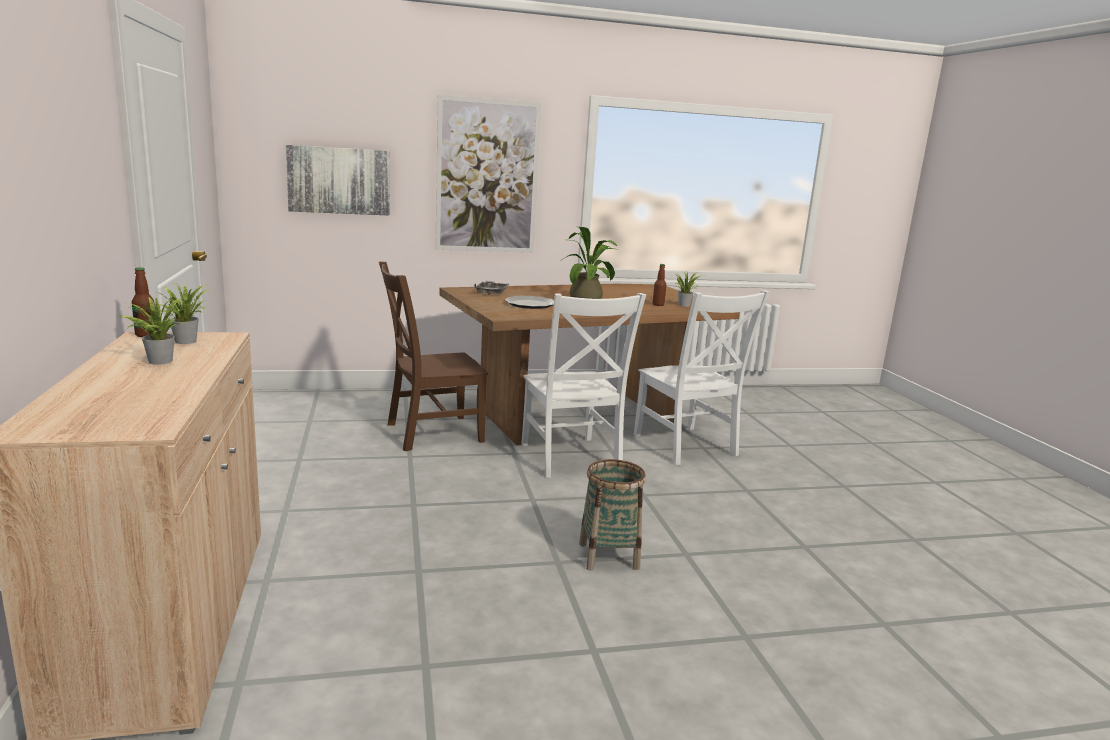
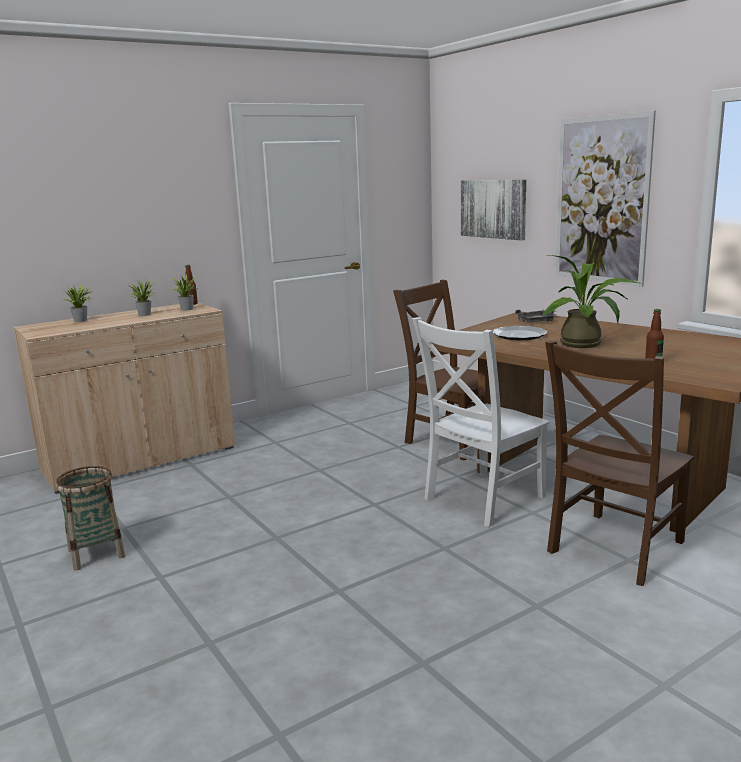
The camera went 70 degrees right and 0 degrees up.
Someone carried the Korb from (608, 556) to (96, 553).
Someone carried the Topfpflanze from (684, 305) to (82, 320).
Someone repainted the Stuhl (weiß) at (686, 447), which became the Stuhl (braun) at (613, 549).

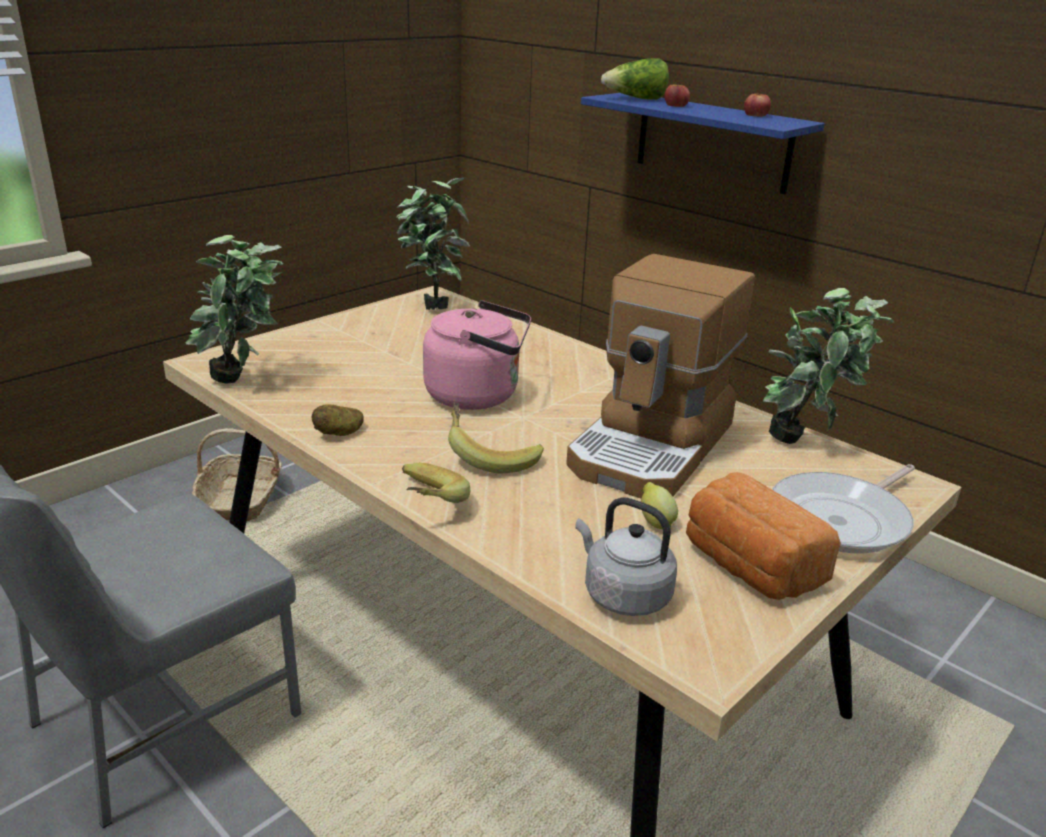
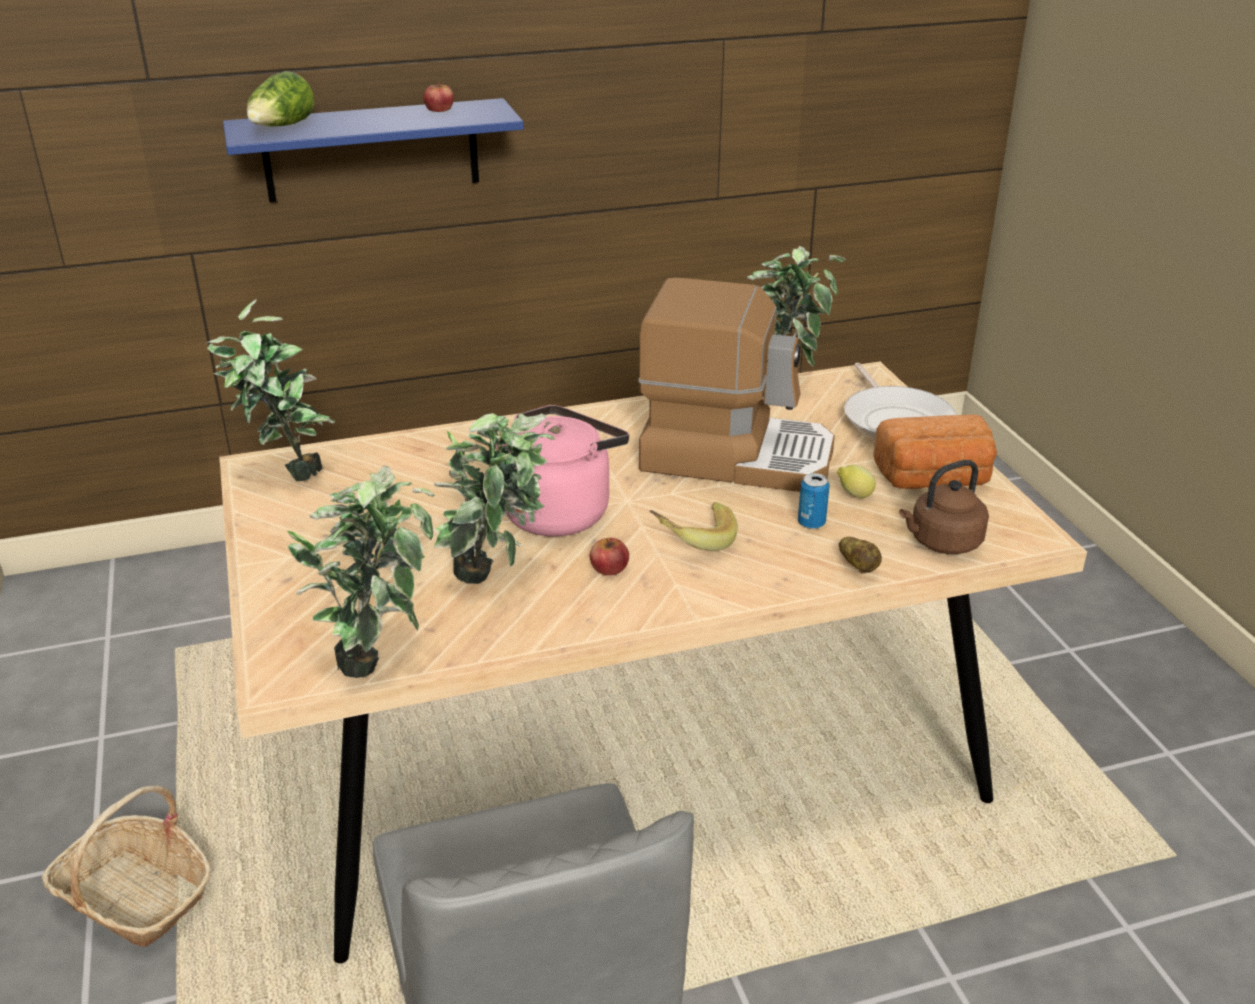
The camera went 60 degrees left and 5 degrees up.
Someone put down the Topfpflanze at (497, 577).
Someone carried the Apfel from (676, 105) to (609, 568).
Someone rotated the Kaffeemaschine at (653, 446) by 45 degrees counterclockwise.
Someone put down the Dose at (811, 523).
Someone carried the Kartoffel from (339, 433) to (858, 567).
Someone repainted the Wasserkessel (grau) at (622, 594), which became the Wasserkessel (braun) at (942, 542).
Someone took away the Banane at (423, 505).

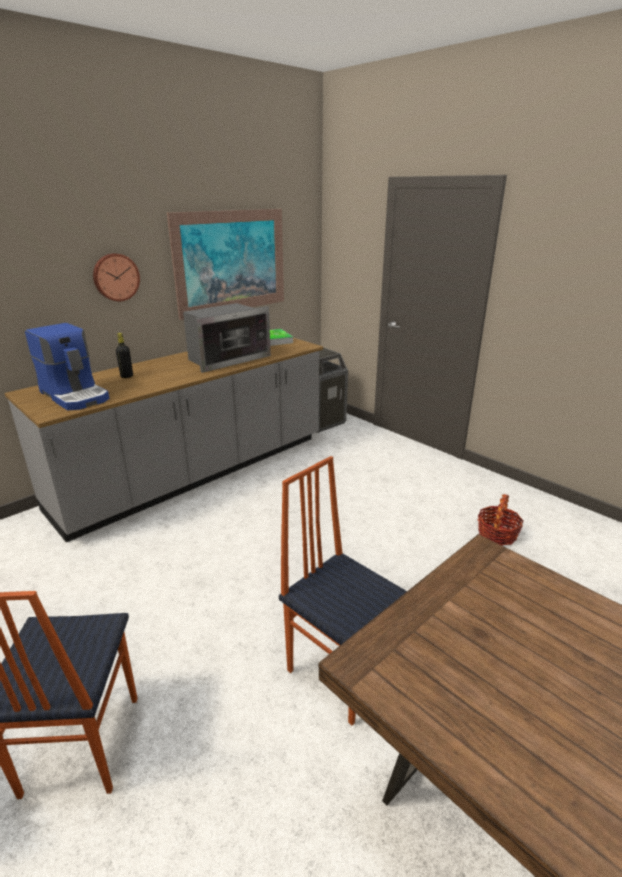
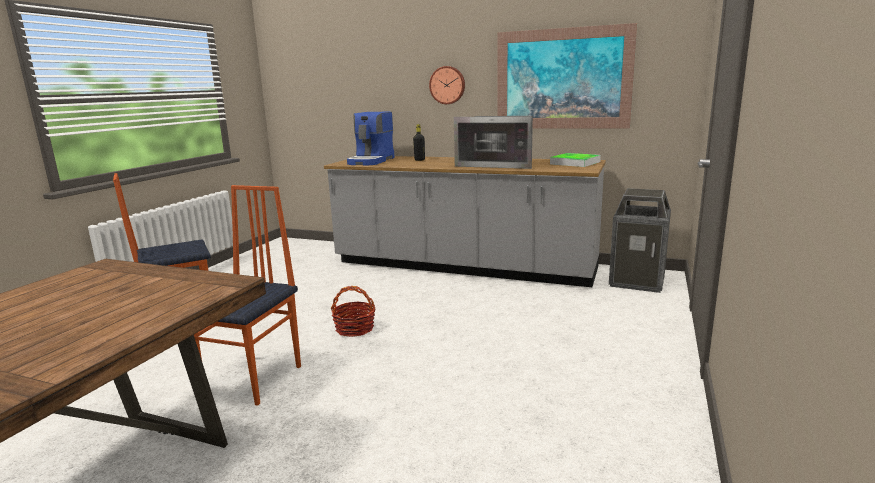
The camera went 65 degrees right and 10 degrees down.
Someone carried the Korb from (497, 534) to (355, 329).

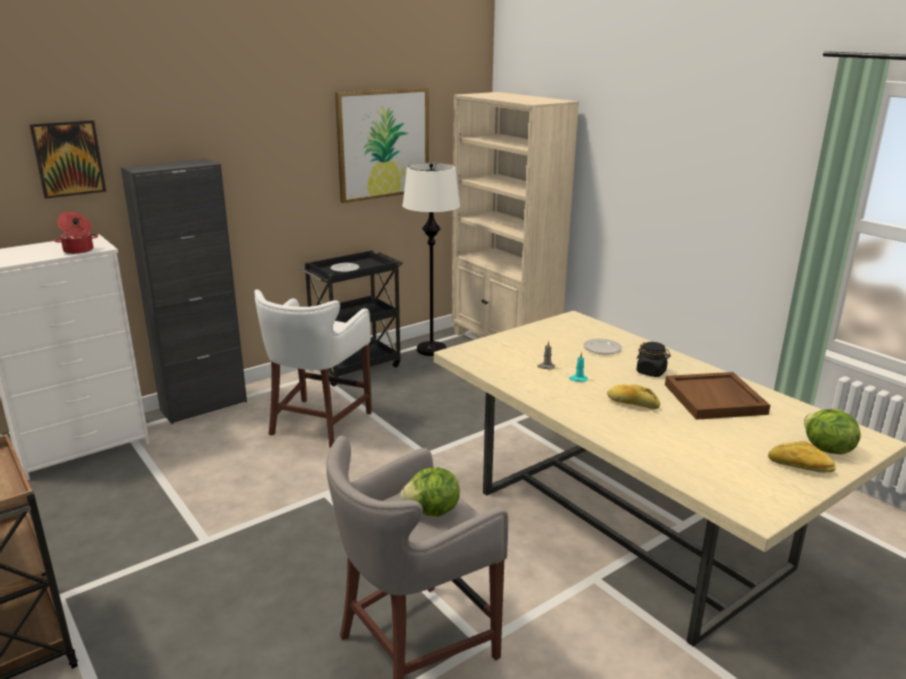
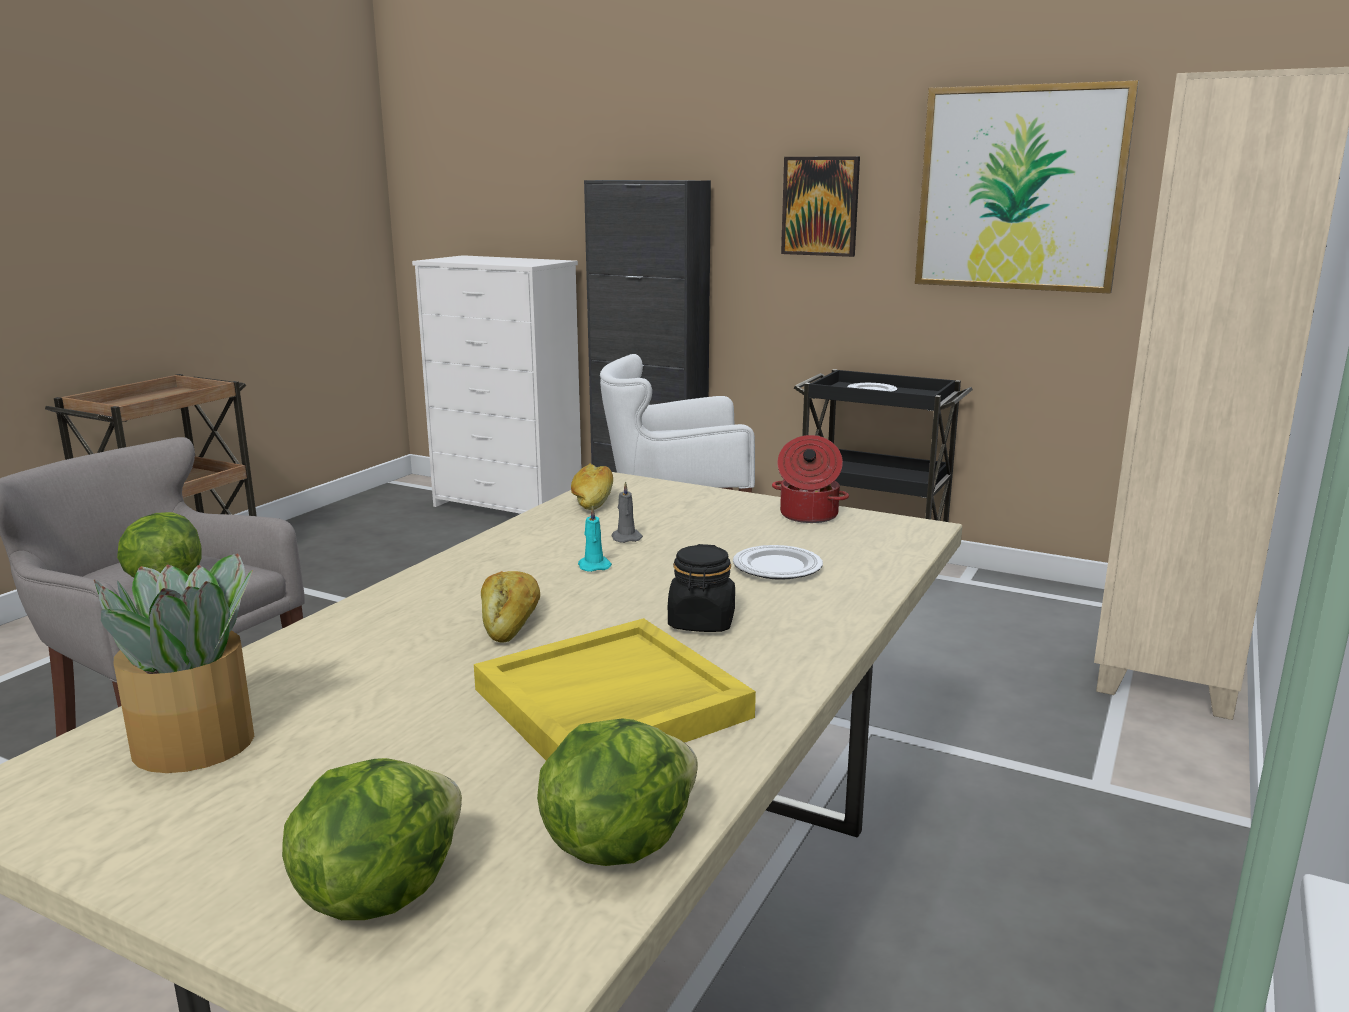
The camera went 65 degrees right and 5 degrees down.
Someone put down the Topfpflanze at (197, 744).
Someone repainted the Tablett (braun) at (715, 399), which became the Tablett (gelb) at (610, 704).
Someone put down the Salatkopf at (617, 842).
Someone carried the Brot from (799, 466) to (592, 501).
Someone carried the Kochtopf from (78, 250) to (808, 515).
Someone carried the Bild from (68, 158) to (820, 206).
Someone took away the Stehlampe (weiß) at (431, 349).

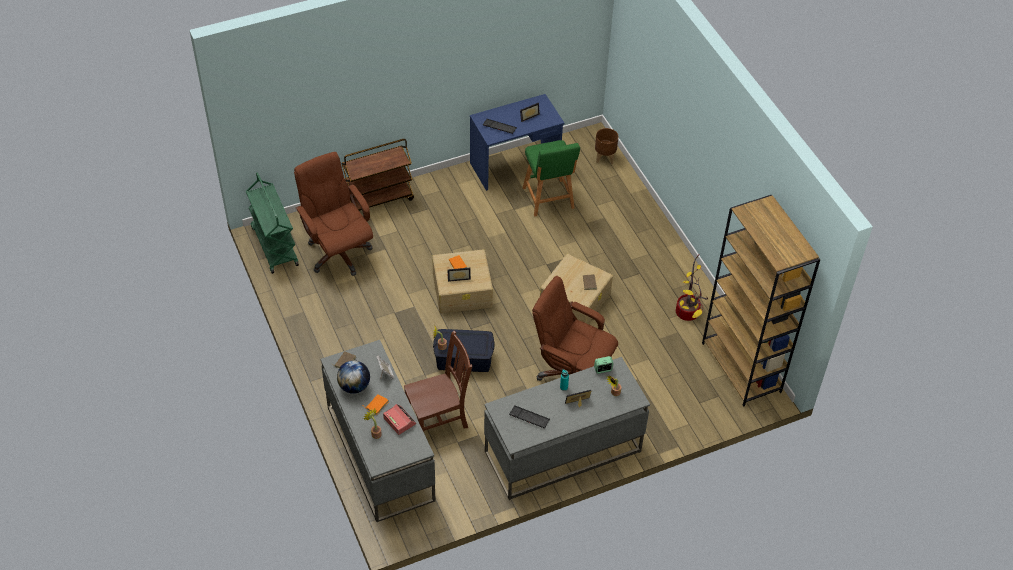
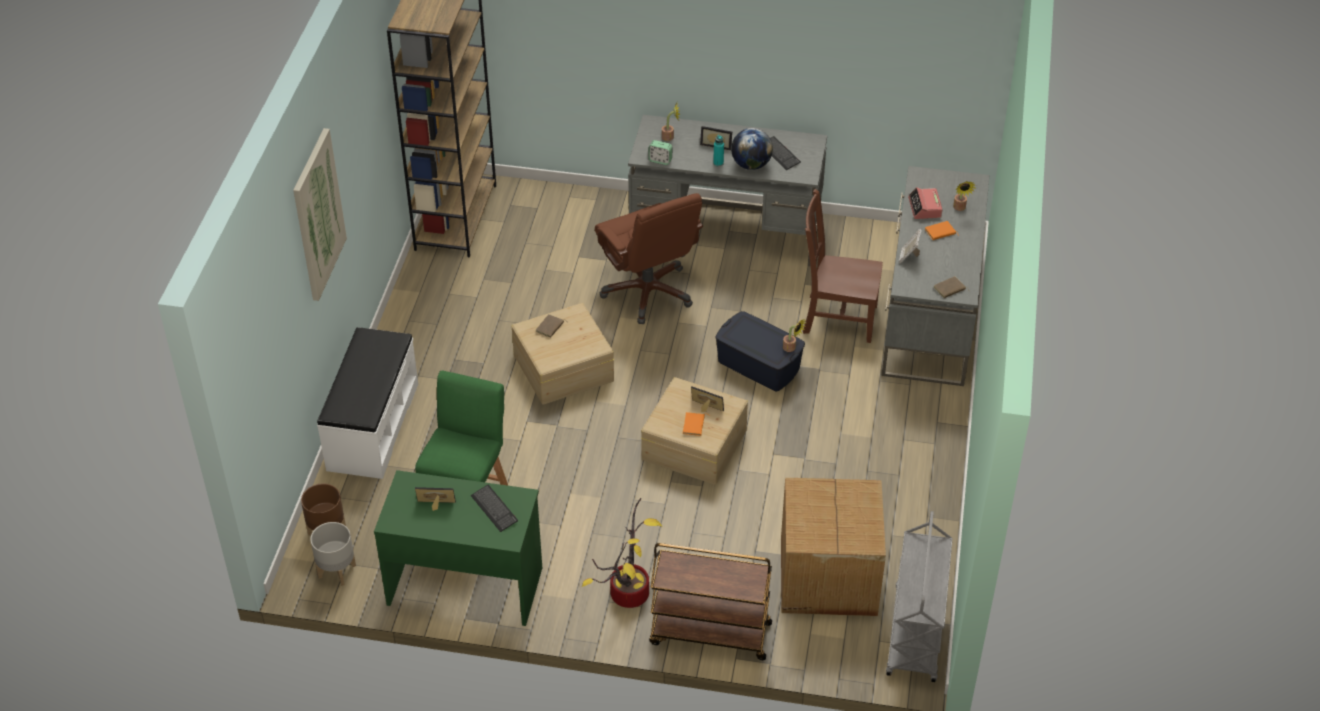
The camera went 145 degrees left and 5 degrees down.
Someone put up the Bild at (318, 215).
Someone put down the Pflanzkübel (grau) at (336, 571).
Someone put down the Bank (weiß) at (372, 426).
Someone repainted the Schreibtisch (blau) at (515, 166), which became the Schreibtisch (grün) at (465, 585).
Someone carried the Topfpflanze from (689, 313) to (628, 590).
Someone carried the Globus from (354, 386) to (751, 165).
Someone swapped the Bürostuhl (braun) at (338, 253) for the Karton at (826, 577).
Someone repainted the Rollwagen (grün) at (274, 246), which became the Rollwagen (grau) at (915, 635).

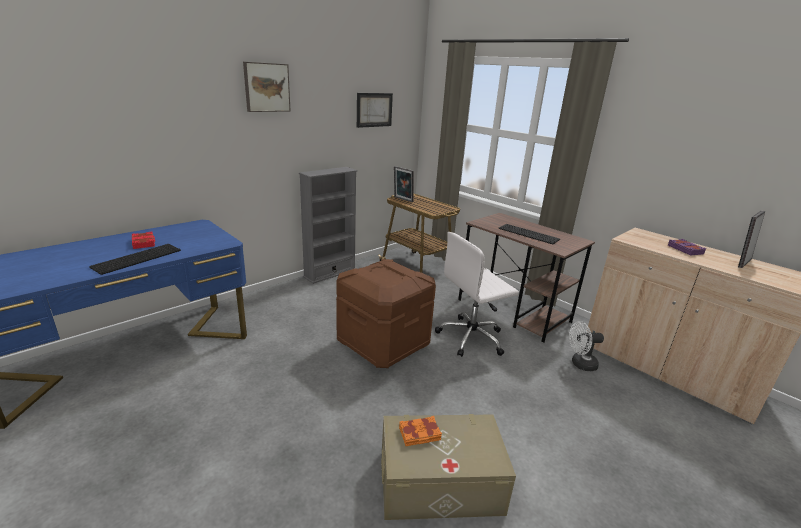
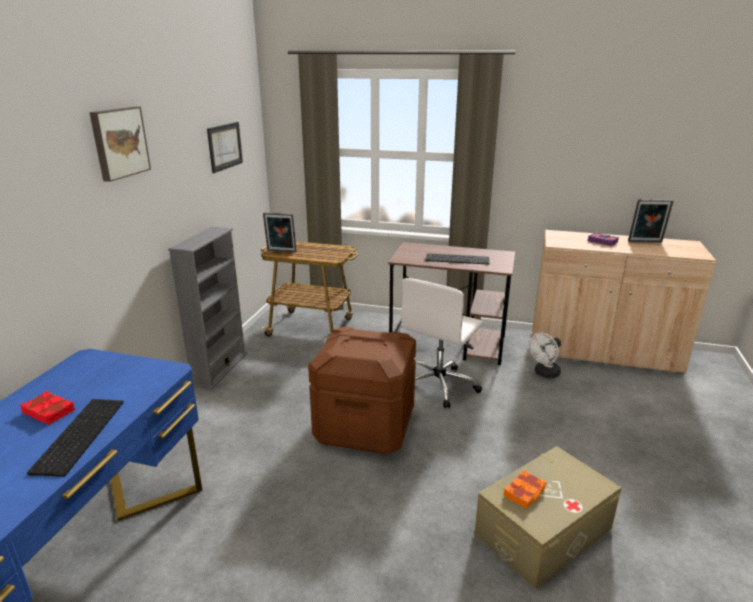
The camera went 30 degrees left and 0 degrees up.
Someone rotated the Bilderrahmen at (741, 262) by 105 degrees counterclockwise.

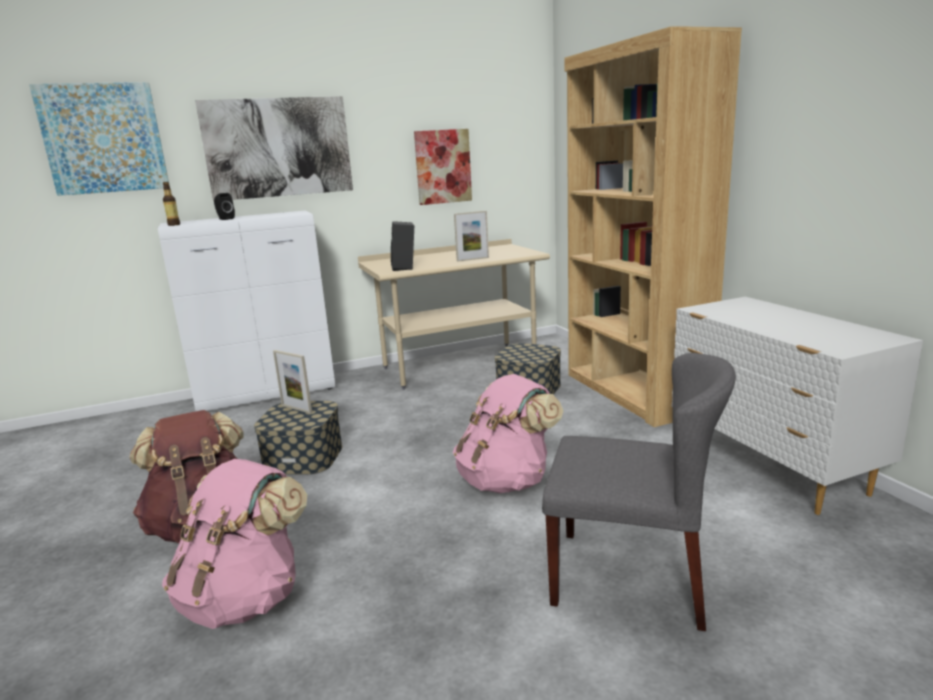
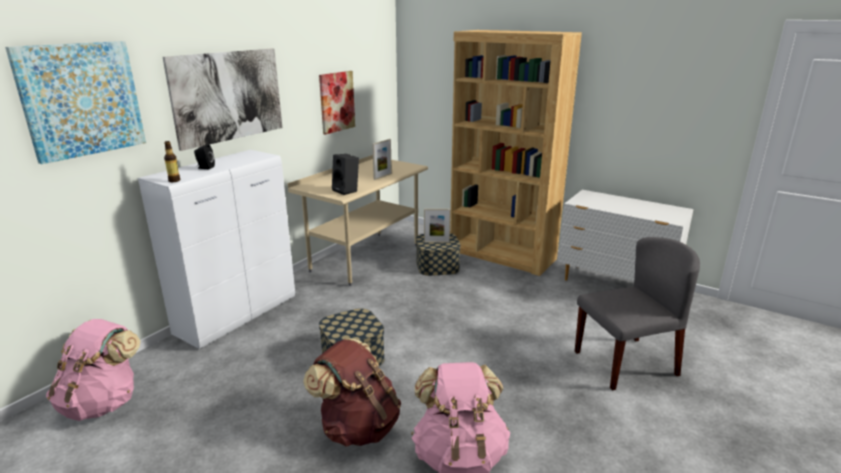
The camera went 35 degrees left and 5 degrees up.
Someone carried the Rucksack (rosa) from (507, 480) to (103, 403).
Someone carried the Bilderrahmen from (296, 409) to (436, 242).

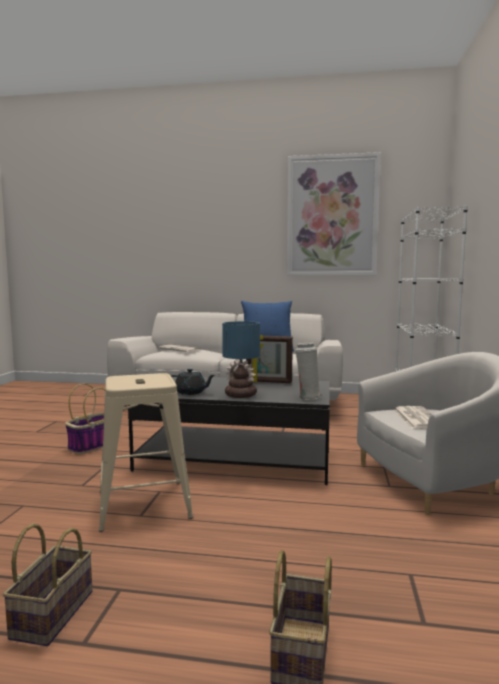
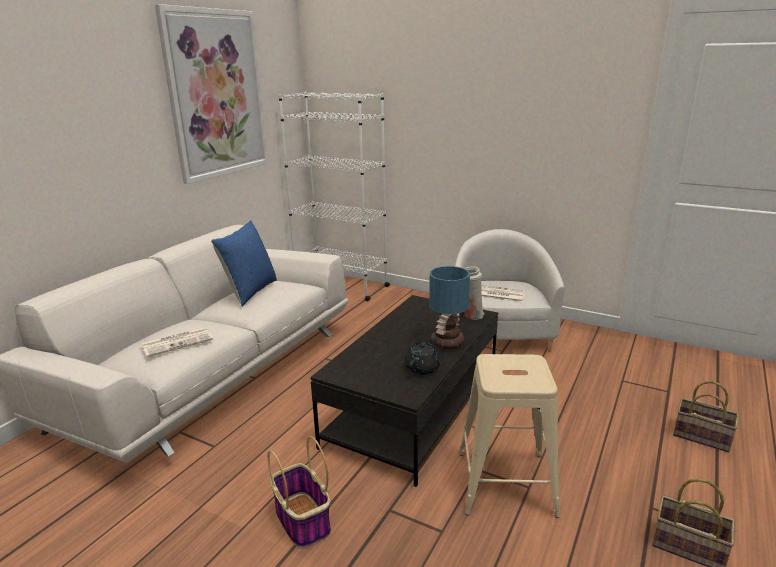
The camera went 70 degrees left and 15 degrees up.
Someone took away the Bilderrahmen at (268, 382).

